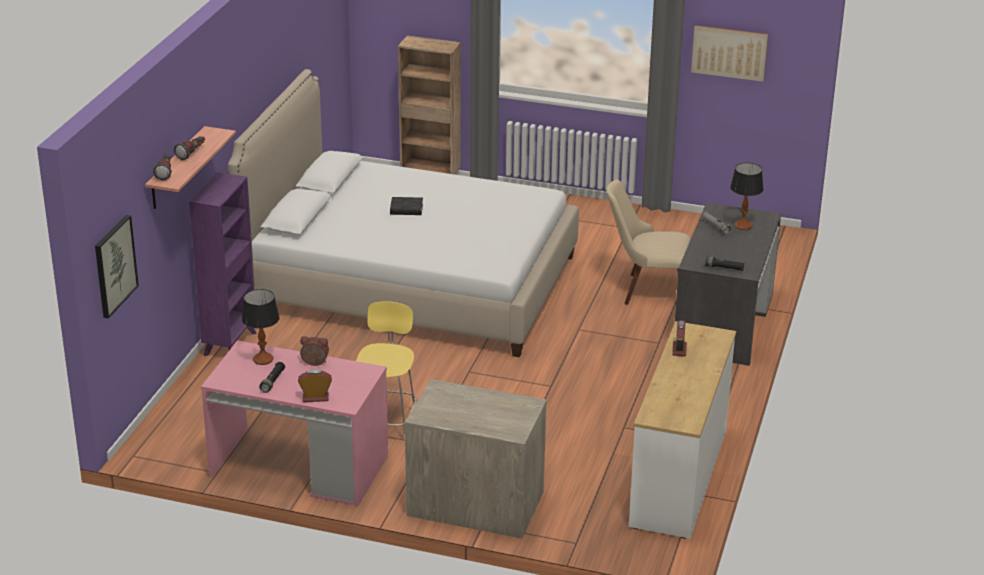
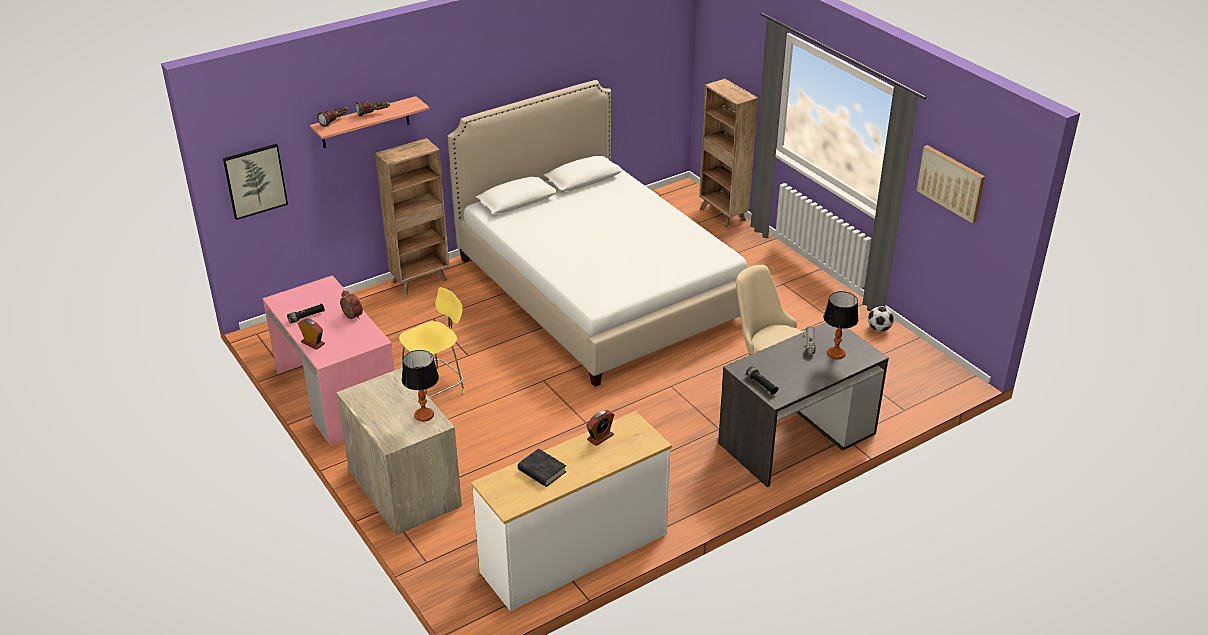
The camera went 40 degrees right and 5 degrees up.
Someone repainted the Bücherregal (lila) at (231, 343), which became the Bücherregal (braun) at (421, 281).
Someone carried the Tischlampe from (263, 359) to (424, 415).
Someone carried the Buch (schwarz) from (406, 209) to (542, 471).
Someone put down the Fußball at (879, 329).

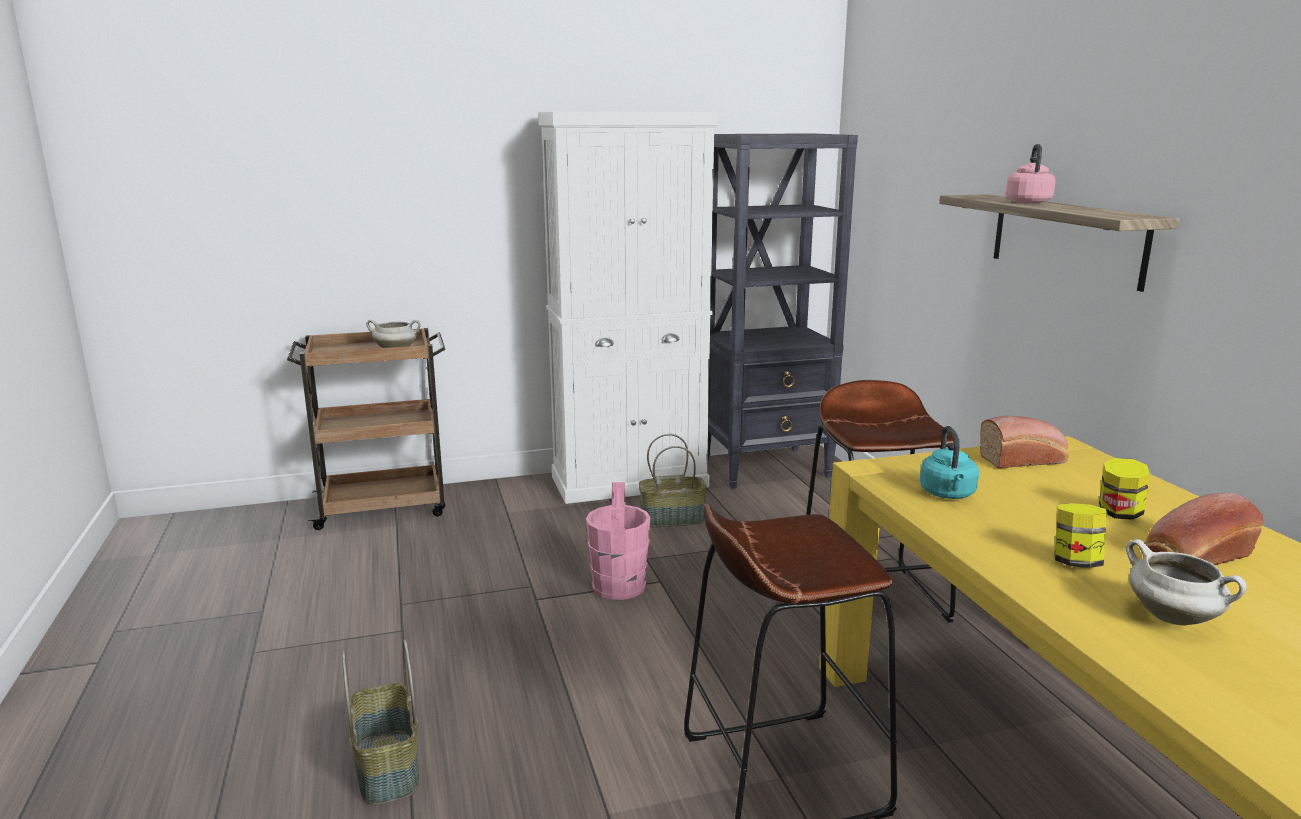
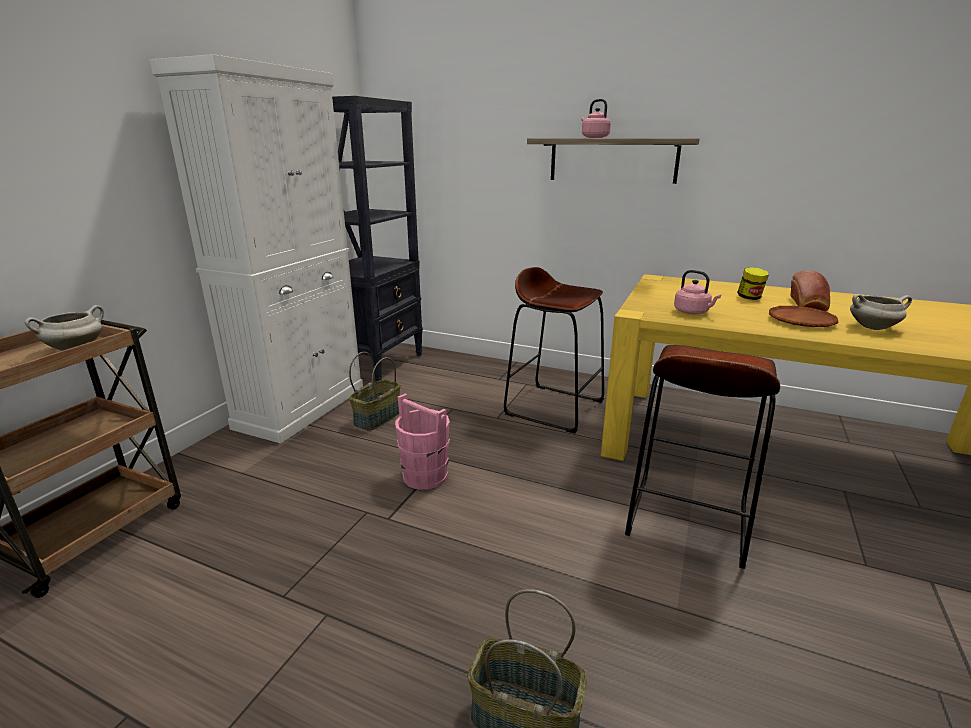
The camera went 50 degrees left and 5 degrees up.
Someone repainted the Wasserkessel (türkis) at (948, 494), which became the Wasserkessel (rosa) at (693, 312).
Someone swapped the Vorratsglas at (1075, 562) for the Teller (braun) at (801, 321).
Someone took away the Brot at (1024, 460).

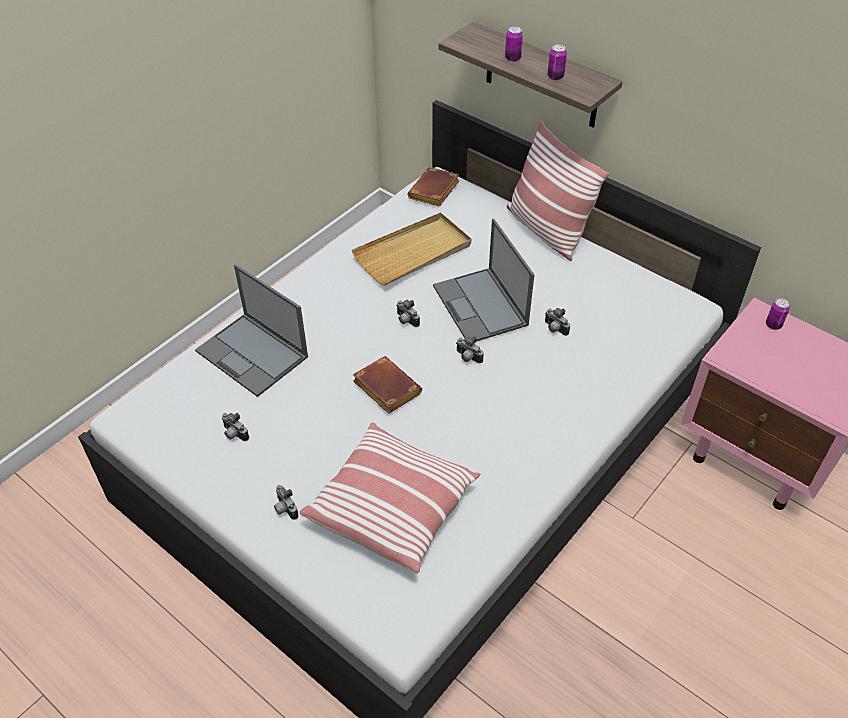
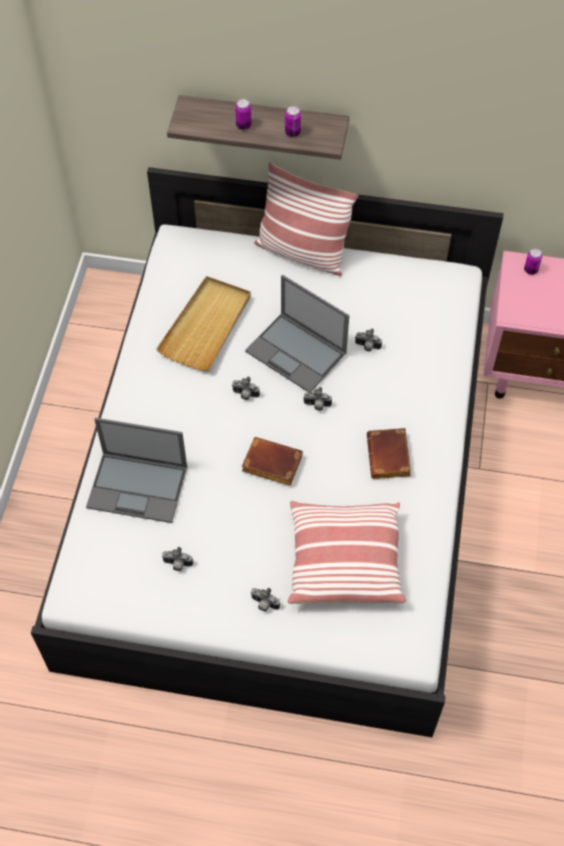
The camera went 30 degrees left and 10 degrees up.
Someone carried the Buch (braun) from (434, 192) to (390, 458).

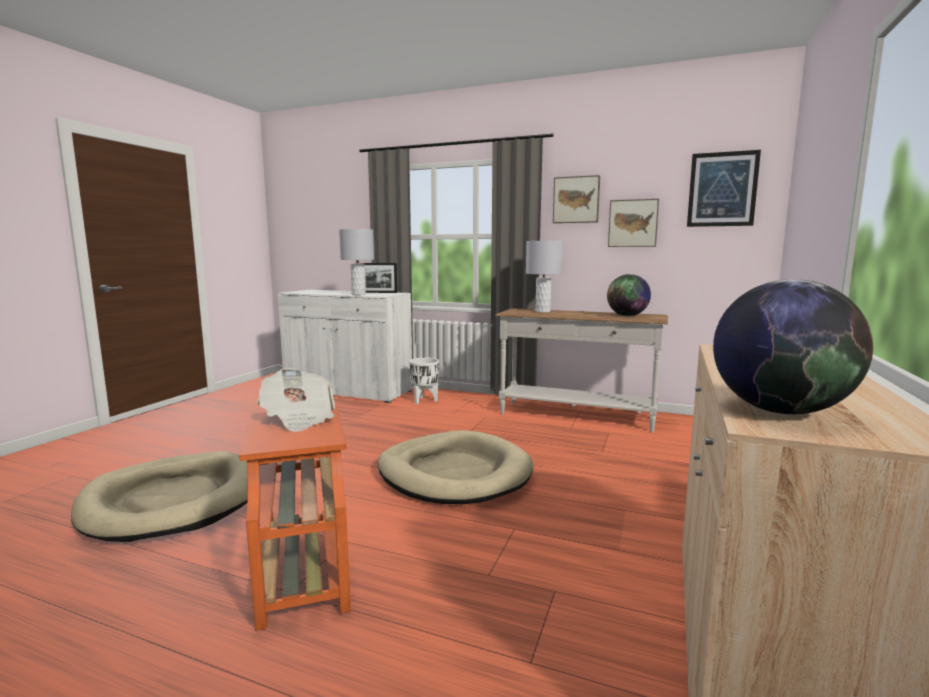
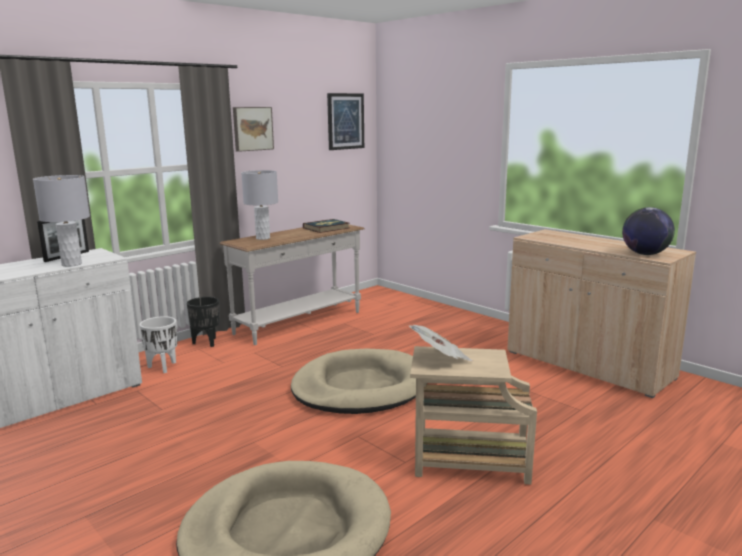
The camera went 65 degrees left and 5 degrees up.
Someone put down the Pflanzkübel (schwarz) at (206, 343).
Someone swapped the Globus at (627, 316) for the Buch at (326, 228).
Someone repainted the Beistelltisch (orange) at (303, 570), which became the Beistelltisch (beige) at (467, 463).
Someone took away the Bild at (633, 223).

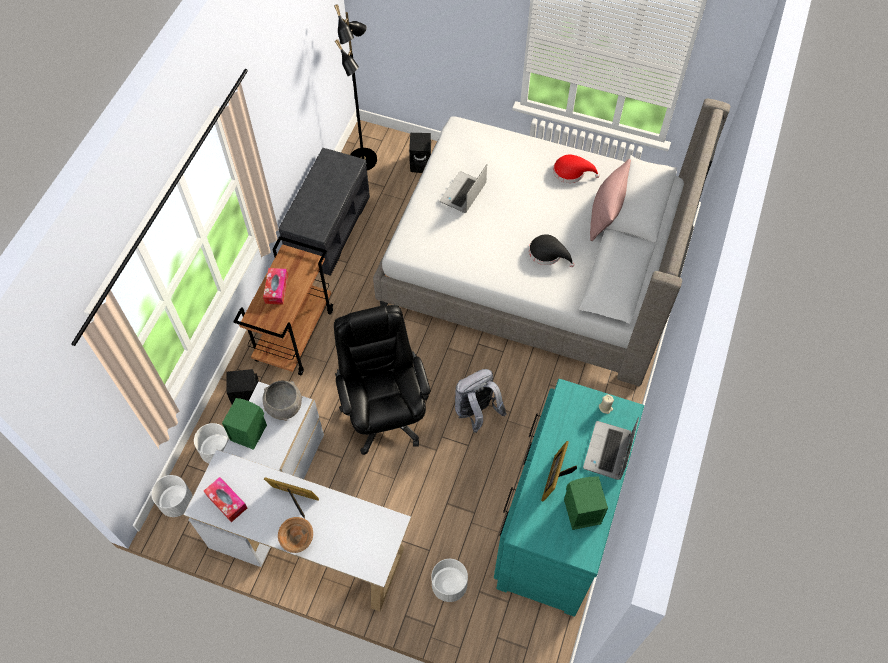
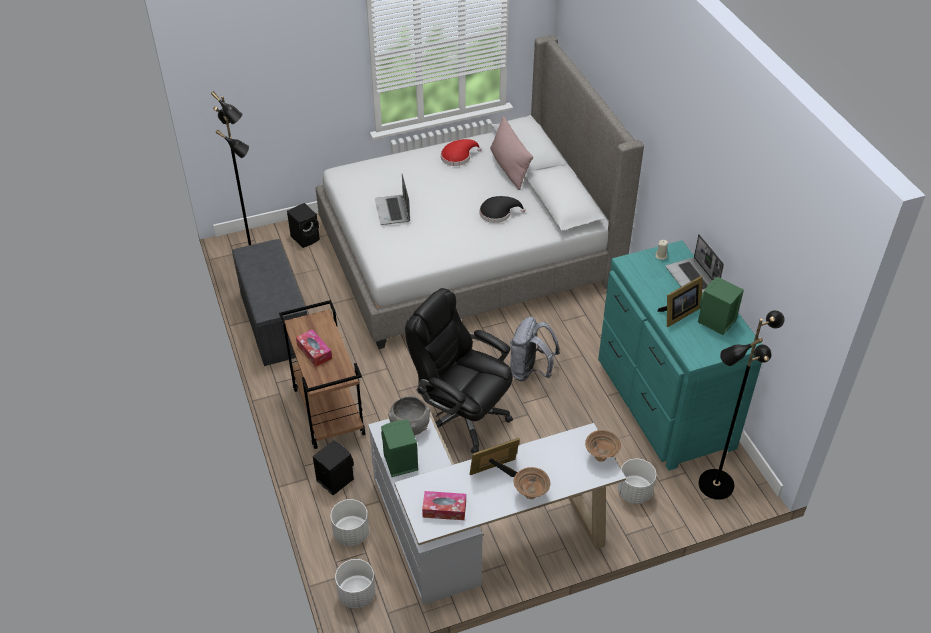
The camera went 40 degrees left and 15 degrees down.
Someone put down the Schüssel (braun) at (601, 456).
Someone rotated the Bilderrahmen at (556, 478) by 105 degrees counterclockwise.
Someone put down the Stehlampe (schwarz) at (715, 484).

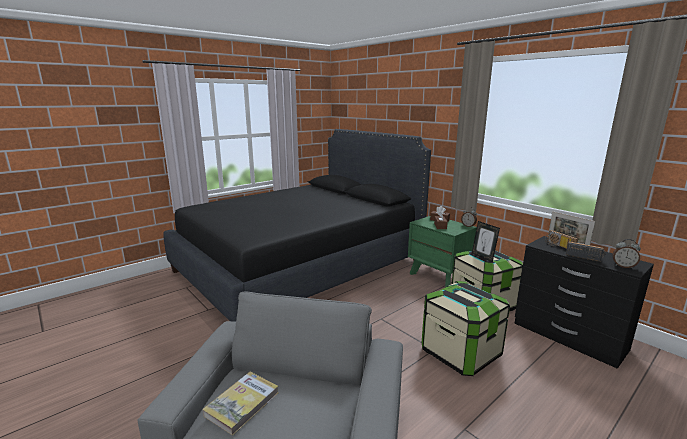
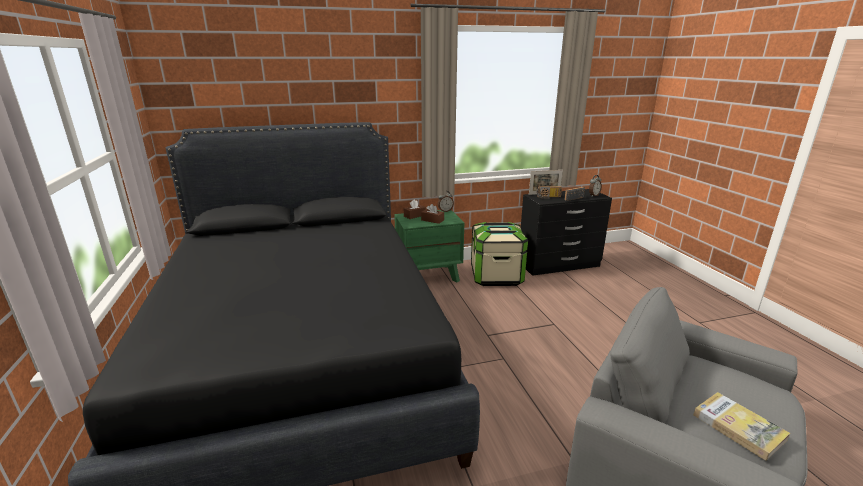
The camera went 65 degrees left and 5 degrees up.
Someone took away the Aufbewahrungsbox at (460, 353).
Someone took away the Bilderrahmen at (483, 257).

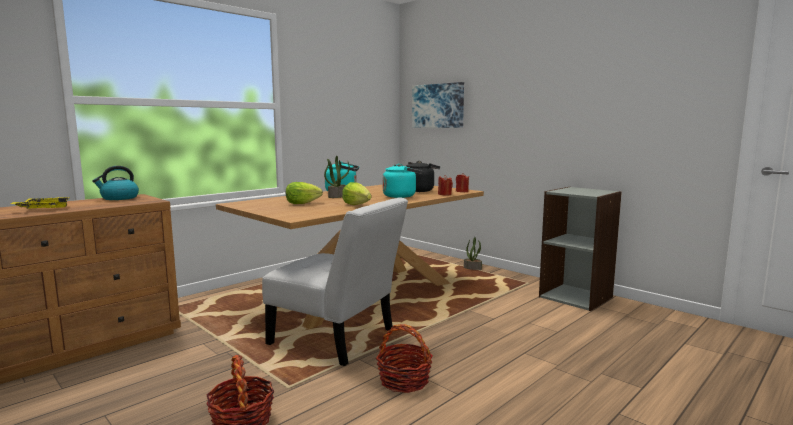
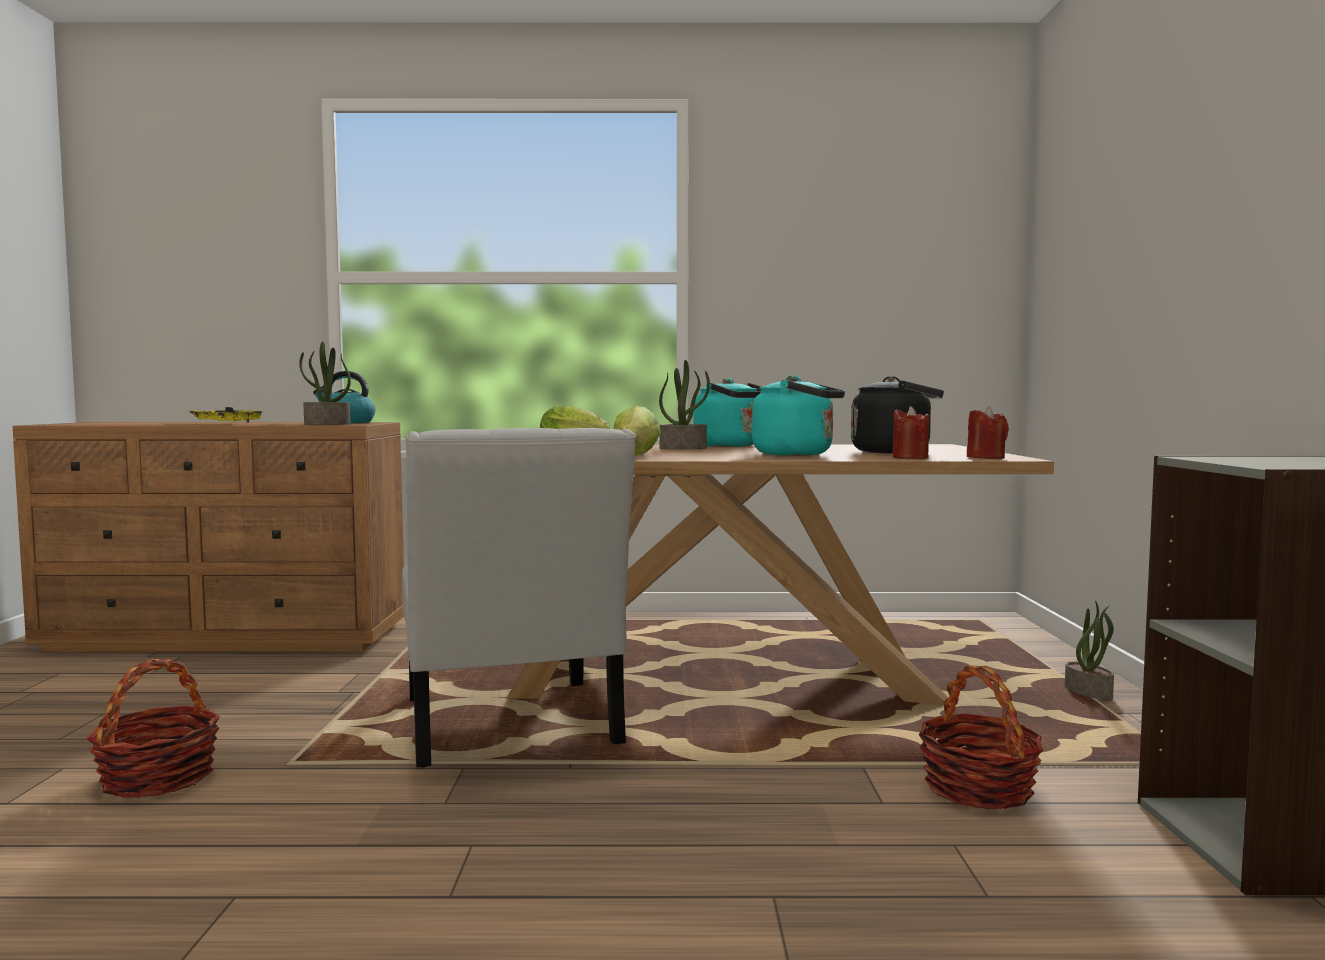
The camera went 45 degrees right and 5 degrees down.
Someone put down the Topfpflanze at (327, 424).
Someone carried the Korb from (404, 380) to (978, 789).
Someone took away the Bild at (438, 106).

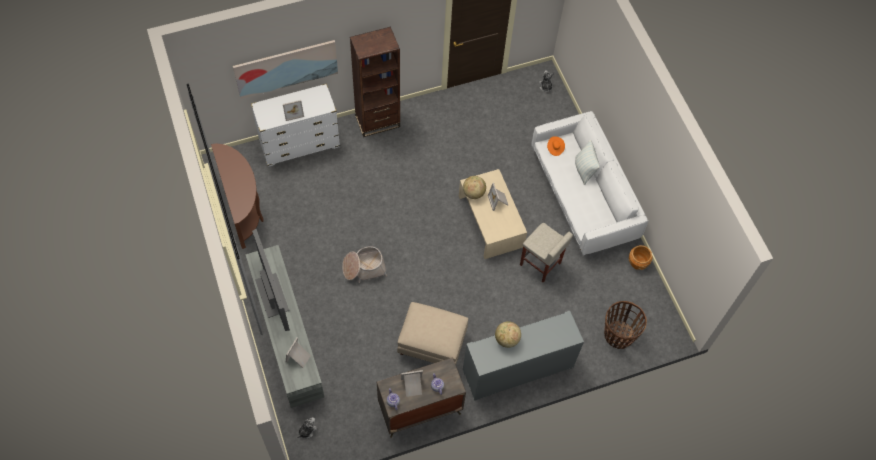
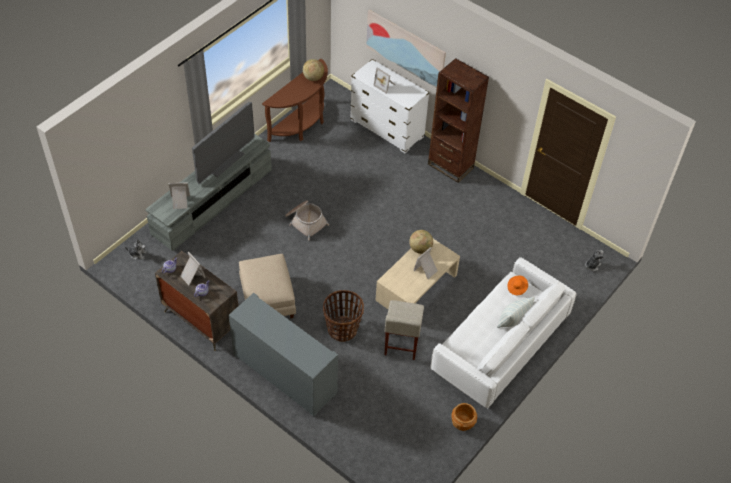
The camera went 60 degrees right and 10 degrees down.
Someone carried the Globus from (506, 339) to (313, 78).
Someone carried the Korb from (618, 335) to (342, 329).

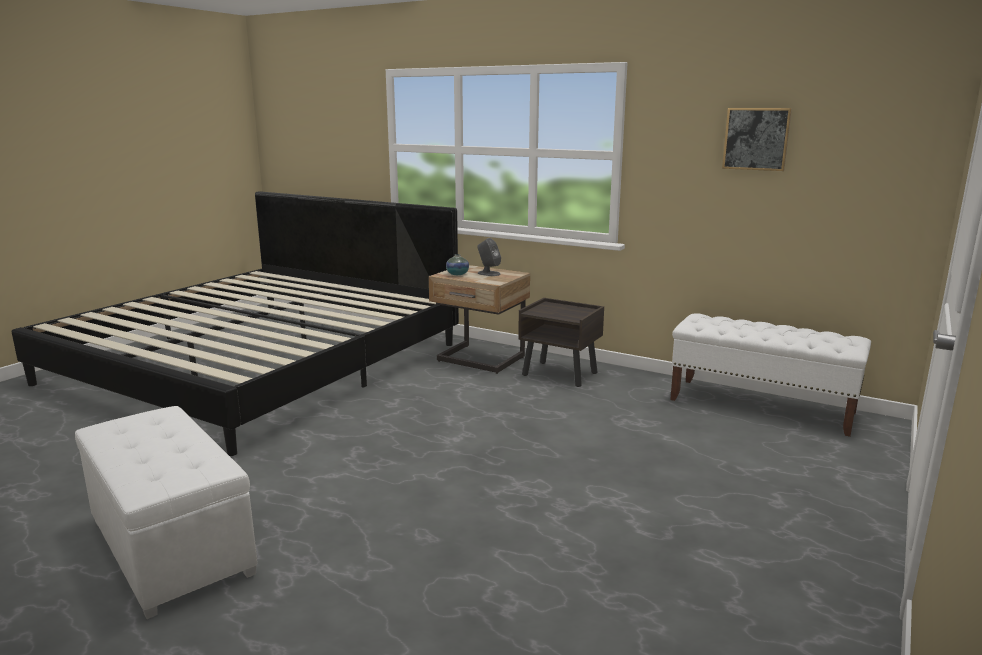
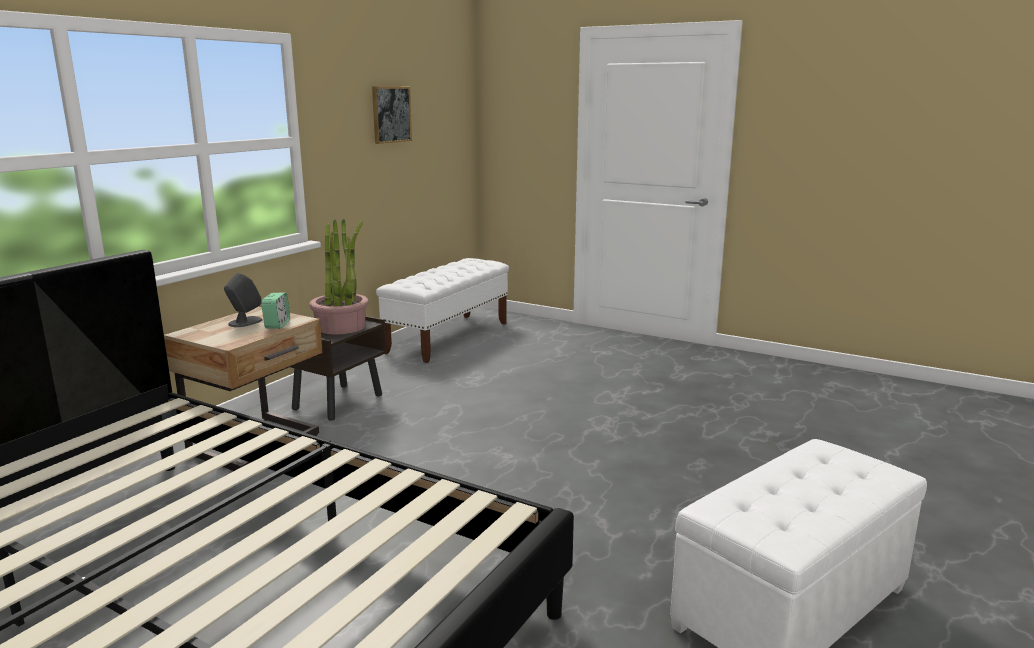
The camera went 90 degrees left and 0 degrees up.
Someone put down the Wecker at (277, 325).
Someone put down the Topfpflanze at (341, 326).
Someone took away the Vase at (457, 274).

